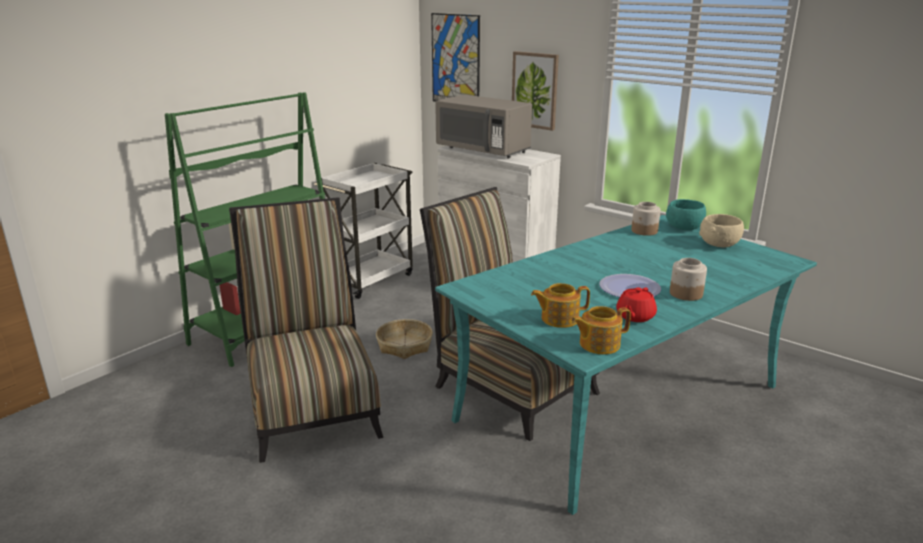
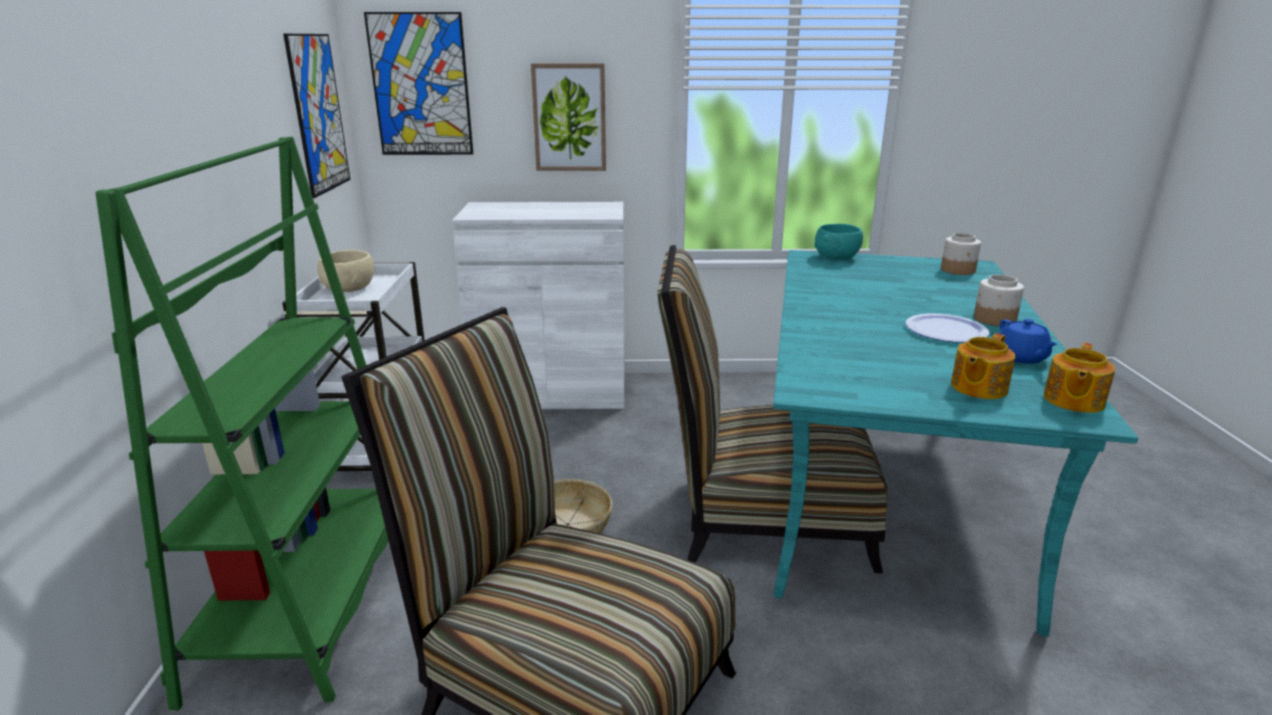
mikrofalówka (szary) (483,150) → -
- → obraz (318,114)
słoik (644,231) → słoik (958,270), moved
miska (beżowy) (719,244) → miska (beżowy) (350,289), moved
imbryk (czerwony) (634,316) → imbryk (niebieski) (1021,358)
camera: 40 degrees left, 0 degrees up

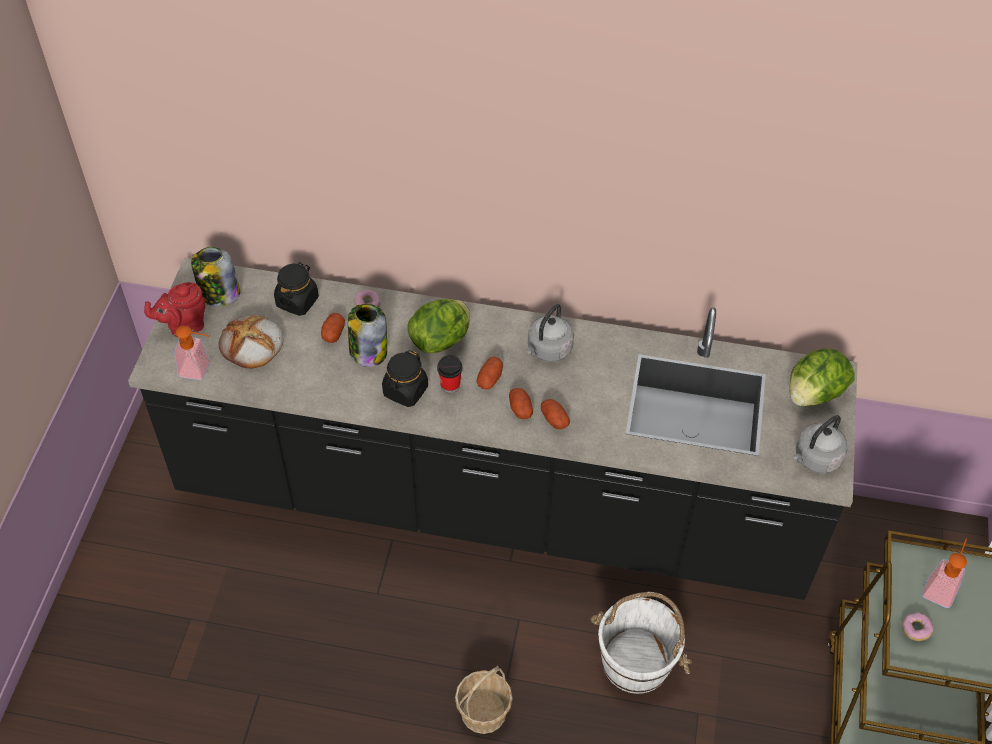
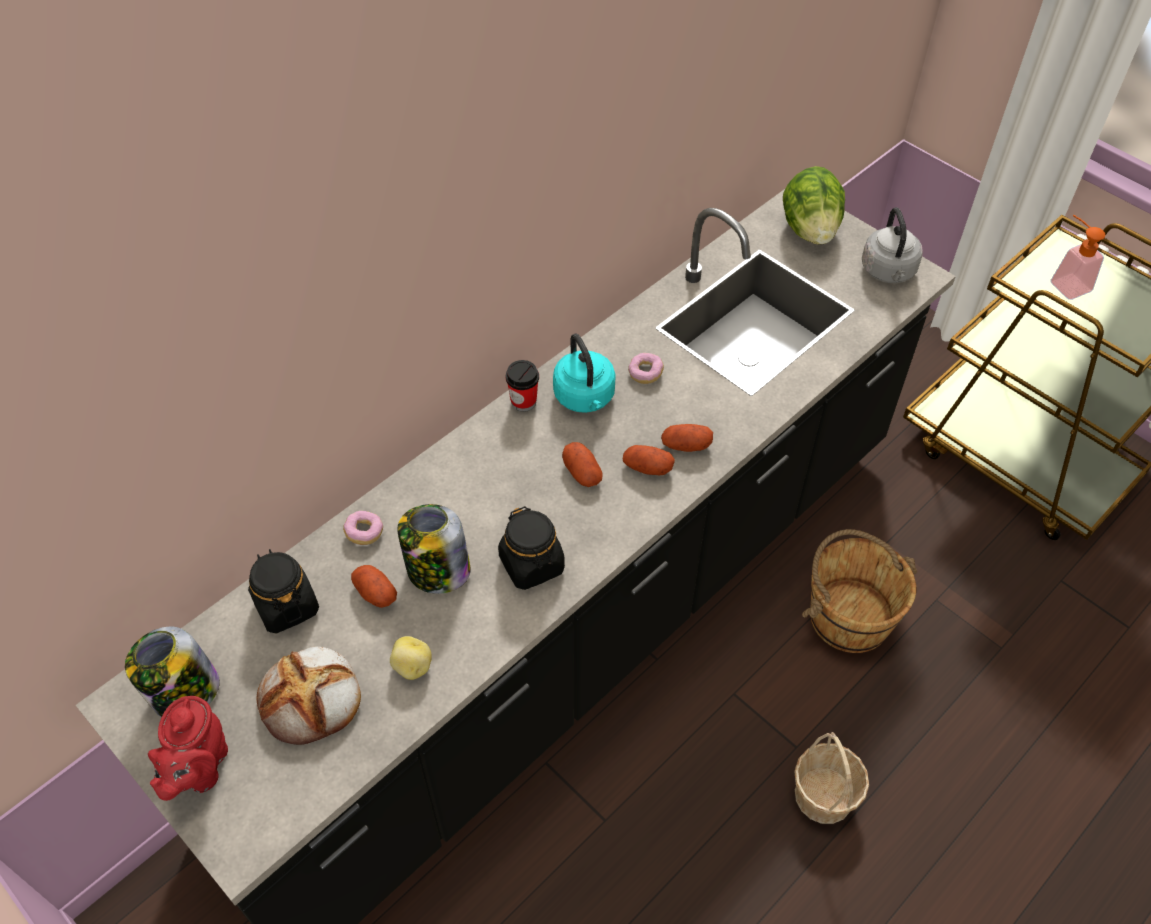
dozownik mydła (200,370) → -
sałata (441,339) → -
- → ziemniak (412,667)
filiżanka (450,385) → filiżanka (523,401), moved
donut (915,630) → donut (645,373), moved
czajnik (szary) (548,350) → czajnik (turkusowy) (585,398)
wiadro (biały) (636,660) → wiadro (brązowy) (849,616)
camera: 55 degrees left, 0 degrees up

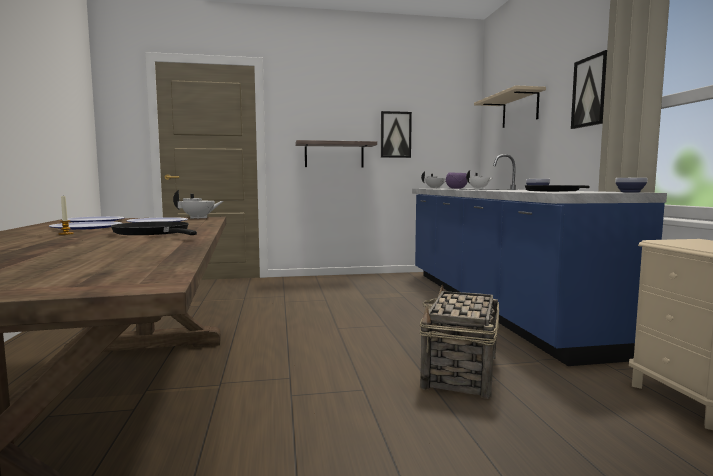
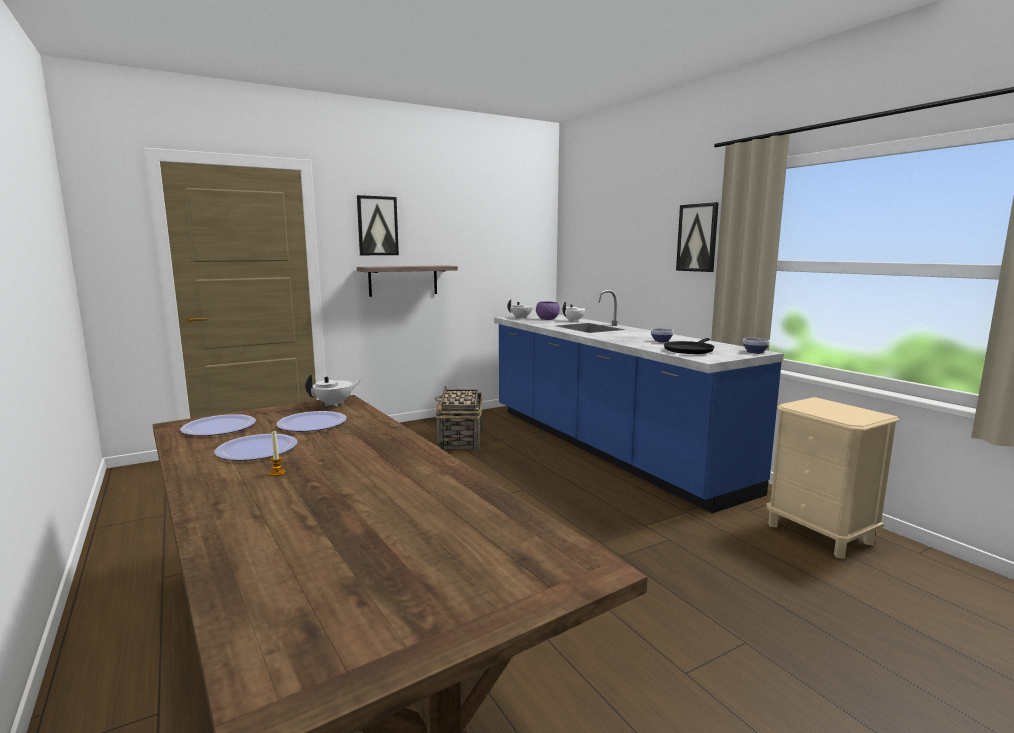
patelnia (czarny) (154,233) → -
półka (beżowy) (520,109) → -
obraz (395,134) → obraz (377,226), moved
koszyk (460,372) → koszyk (460,440), moved
camera: 20 degrees left, 5 degrees up

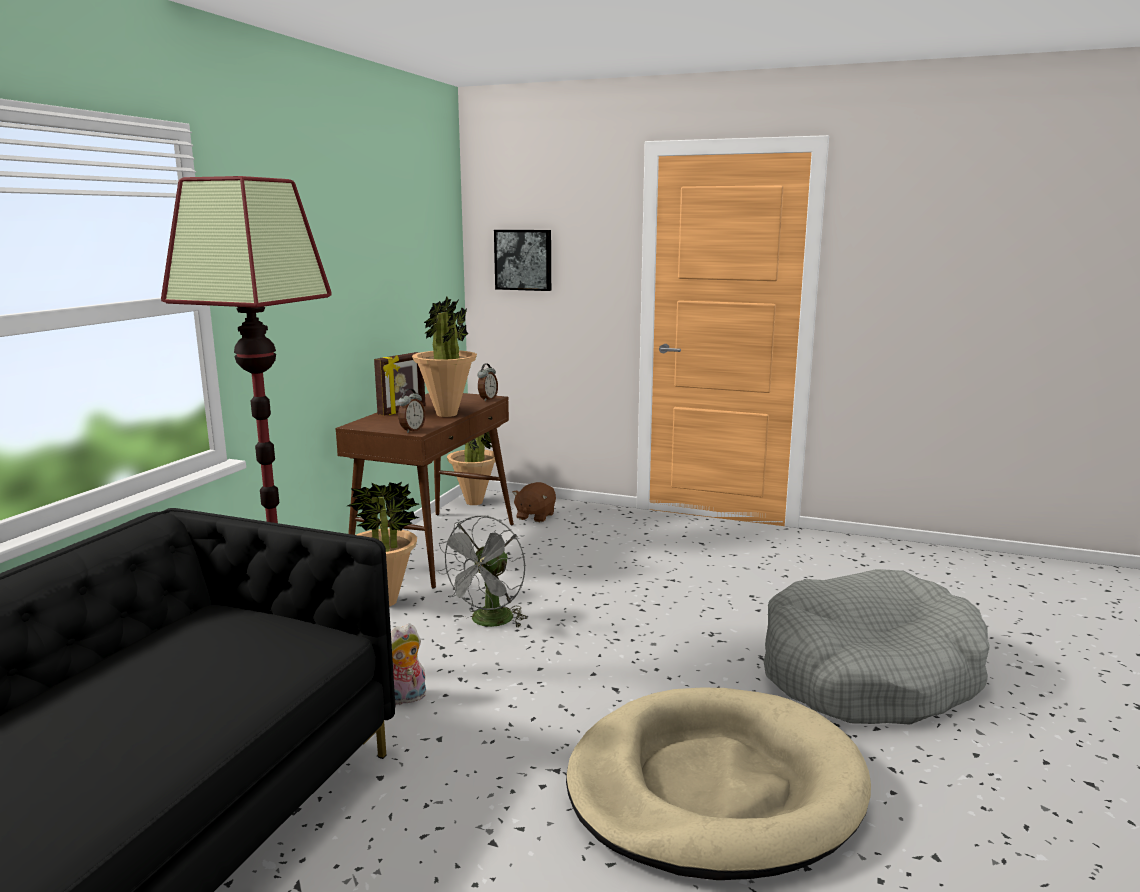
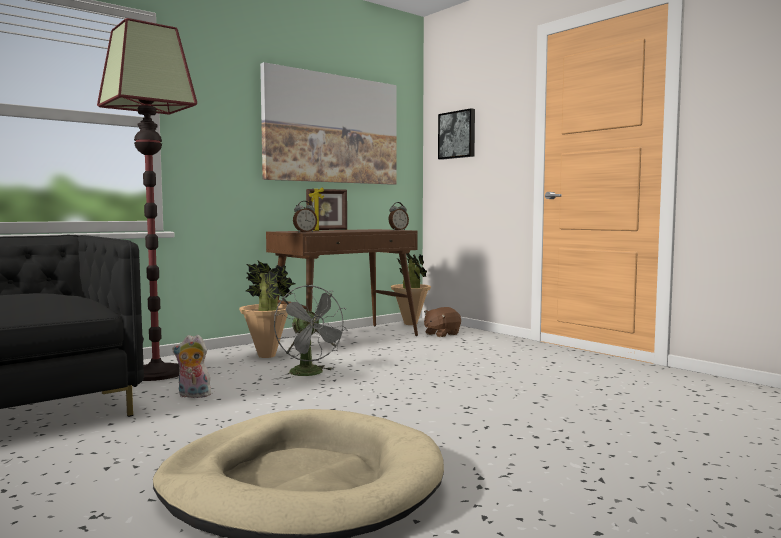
roślina doniczkowa (447,414) → -
legowisko (szary) (867,673) → -
- → obraz (332,129)
wentylator (szary) (488,622) → wentylator (szary) (311,374), 90 degrees counterclockwise
camera: 30 degrees right, 10 degrees down

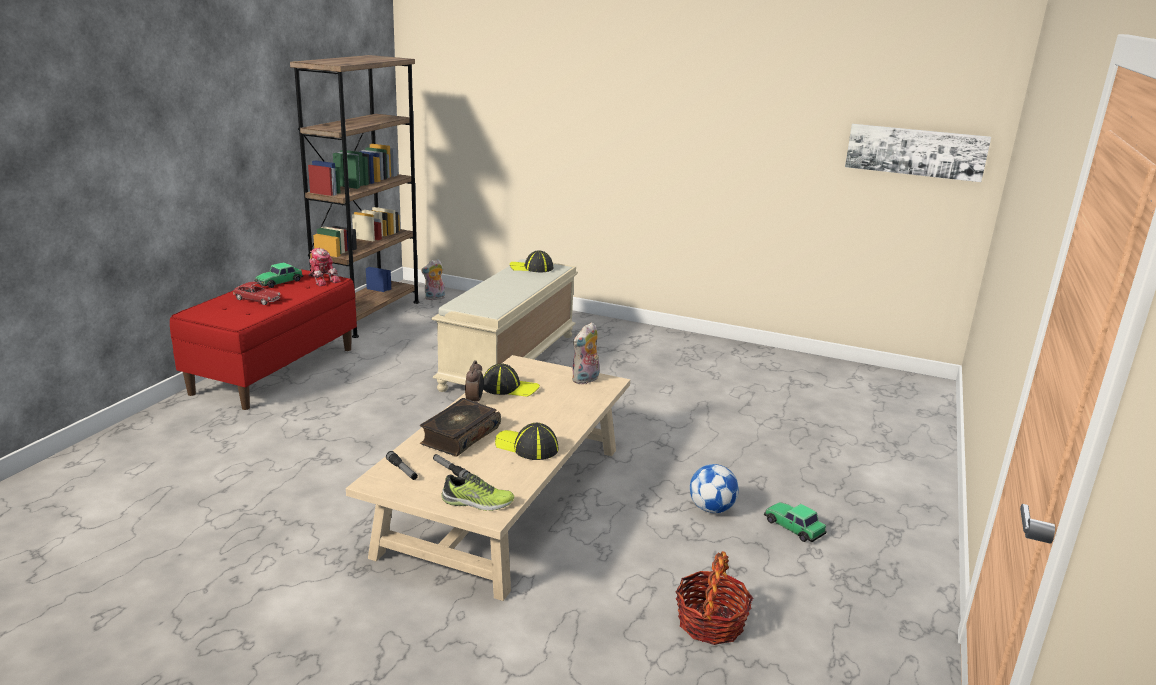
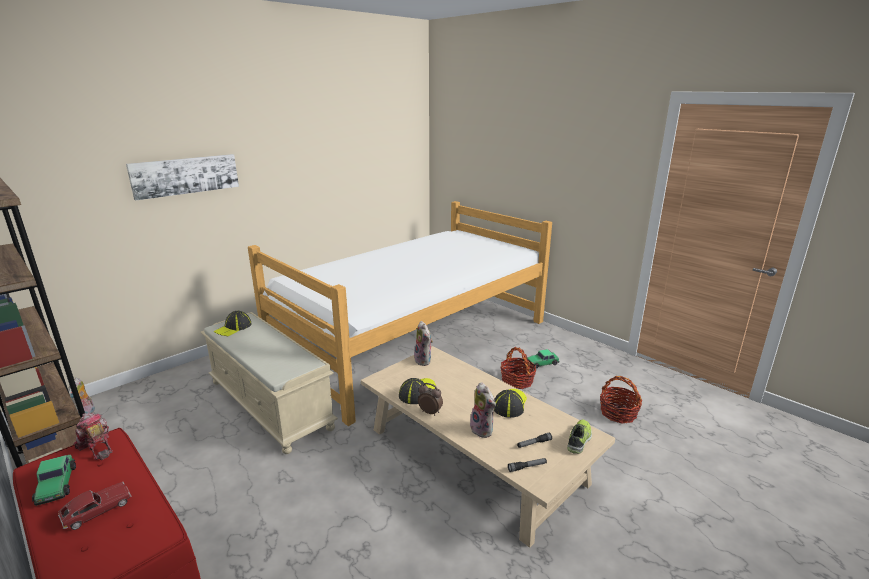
- → łóżko (415,340)
obraz (915,152) → obraz (185,175), moved
książka (459,436) → pluszak (483,430)
piłka futbolowa (711,509) → koszyk (517,381)
robot zabawkowy (322,280) → robot zabawkowy (97,448), 120 degrees counterclockwise
czapka z daszkiem (527,446) → czapka z daszkiem (510,404), 150 degrees clockwise
camera: 65 degrees left, 0 degrees up

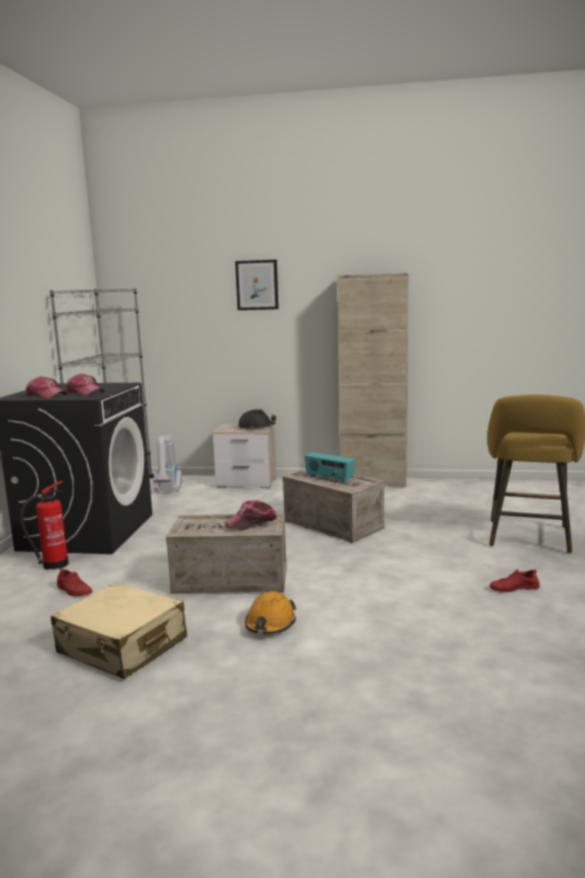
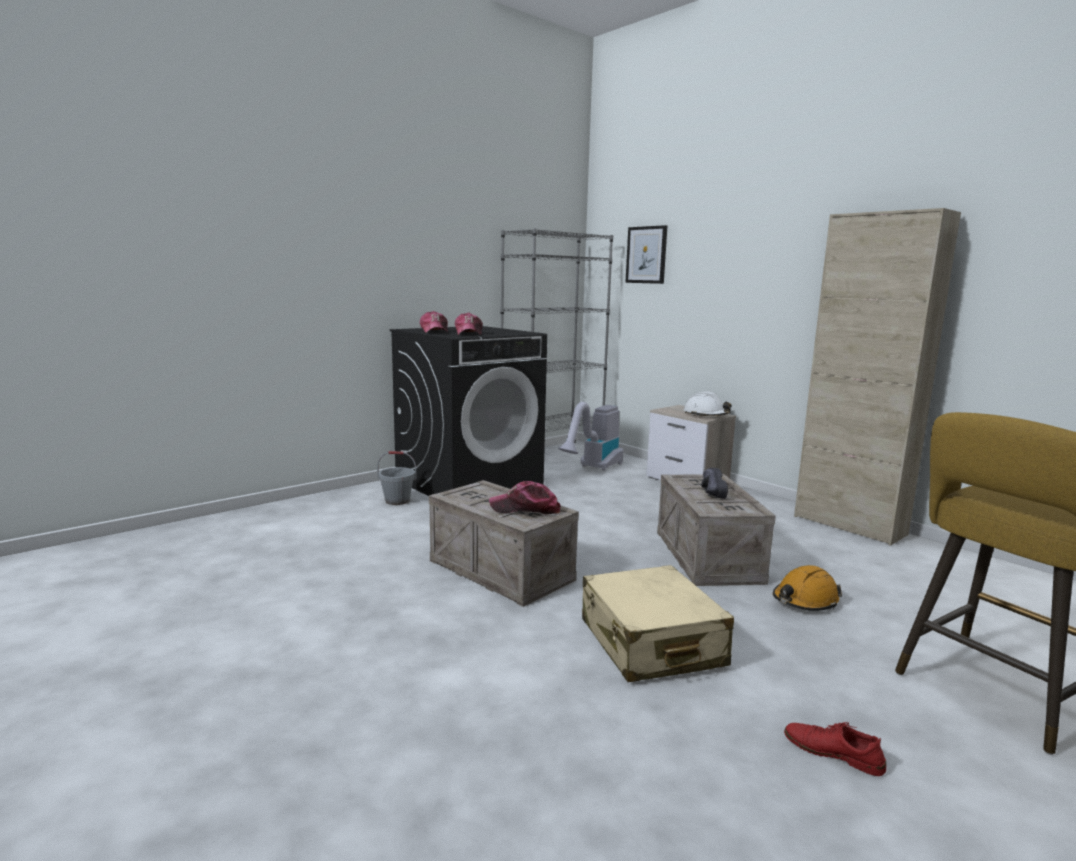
but (czerwony) (74,590) → -
walizka (beżowy) (122,646) → walizka (beżowy) (650,643), moved
obraz (257,285) → obraz (646,255), moved
kask (pomarańczowy) (270,624) → kask (pomarańczowy) (805,601), moved
gaśnica (53,565) → wiadro (szary) (397,501)
radio (329,478) → but (czarny) (709,492)
kask (czarny) (256,428) → kask (biały) (706,415)
camera: 40 degrees right, 0 degrees up

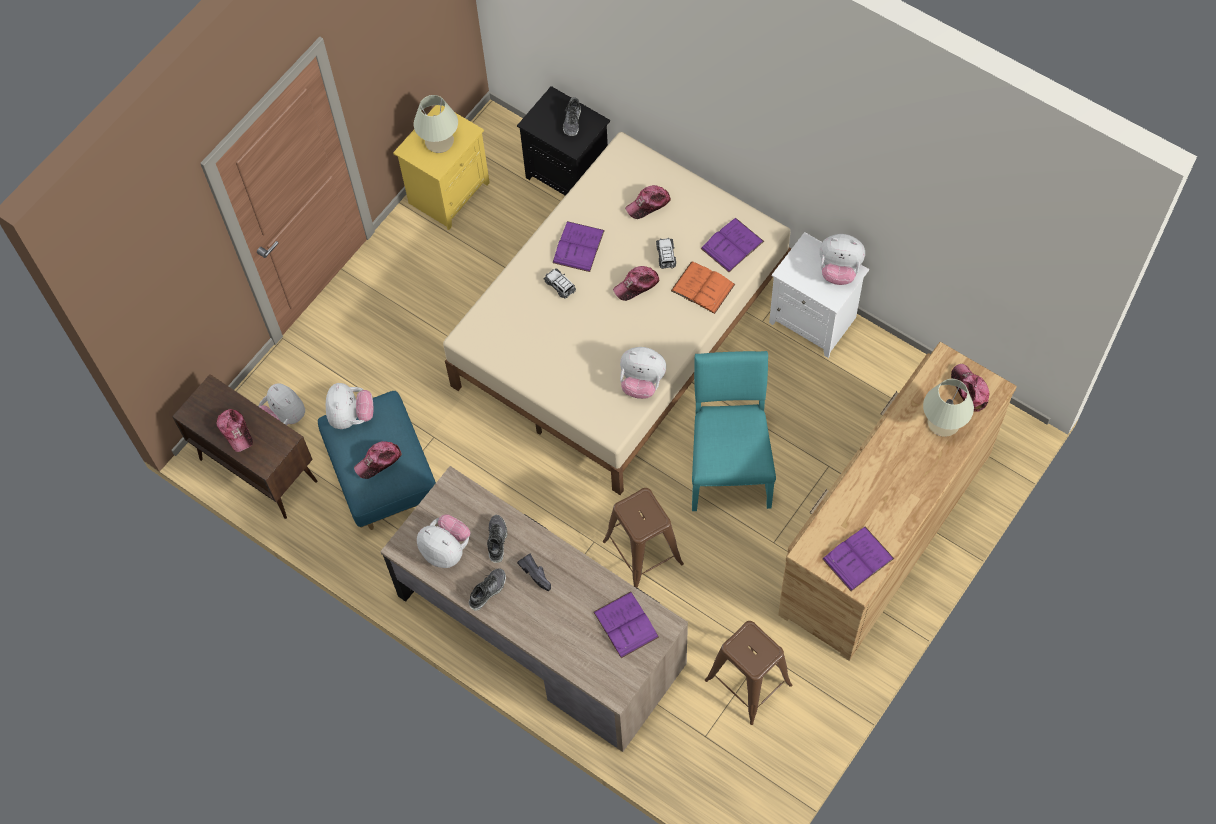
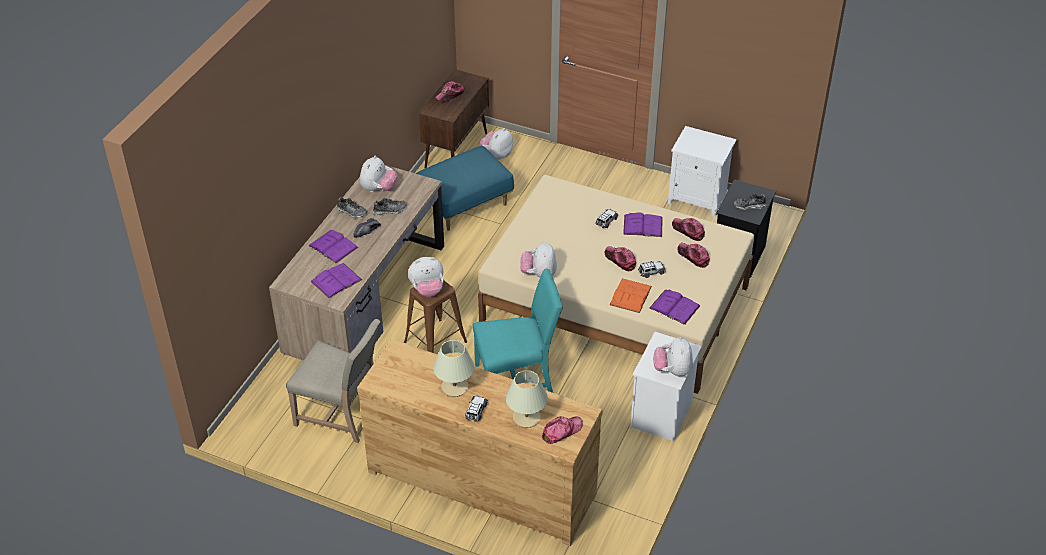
- → samochodzik (476,411)
pluszak (351,416) → pluszak (427,290), moved
czapka z daszkiem (378,461) → czapka z daszkiem (688,231), moved
lampa stołowa (beżowy) (439,141) → lampa stołowa (beżowy) (454,387), moved
książka (fioletowy) (858,558) → książka (fioletowy) (333,246), moved
stołek (brązowy) (748,682) → krzesło (beżowy) (342,414)
szafka nocna (żółty) (448,192) → szafka nocna (biały) (699,198)
camera: 75 degrees right, 20 degrees down

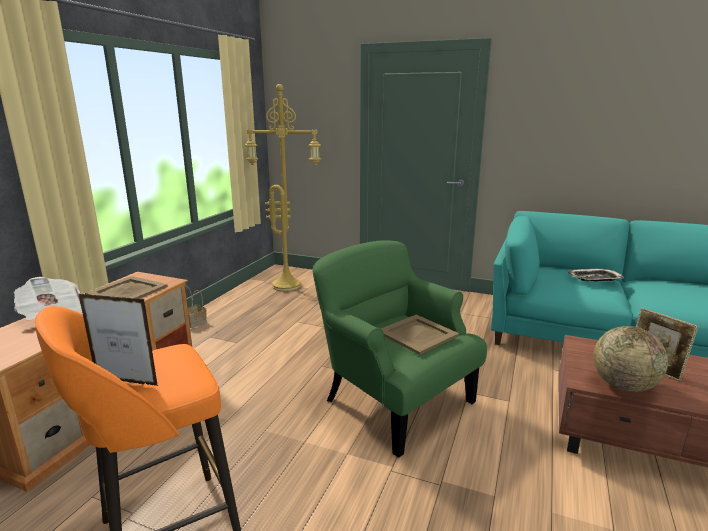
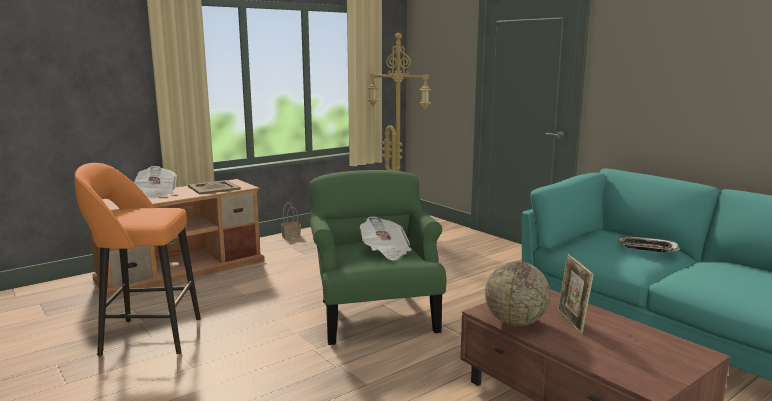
ramka na zdjęcie (126,382) → -
taca (beżowy) (418,334) → gazeta (385,251)
camera: 30 degrees right, 5 degrees down

